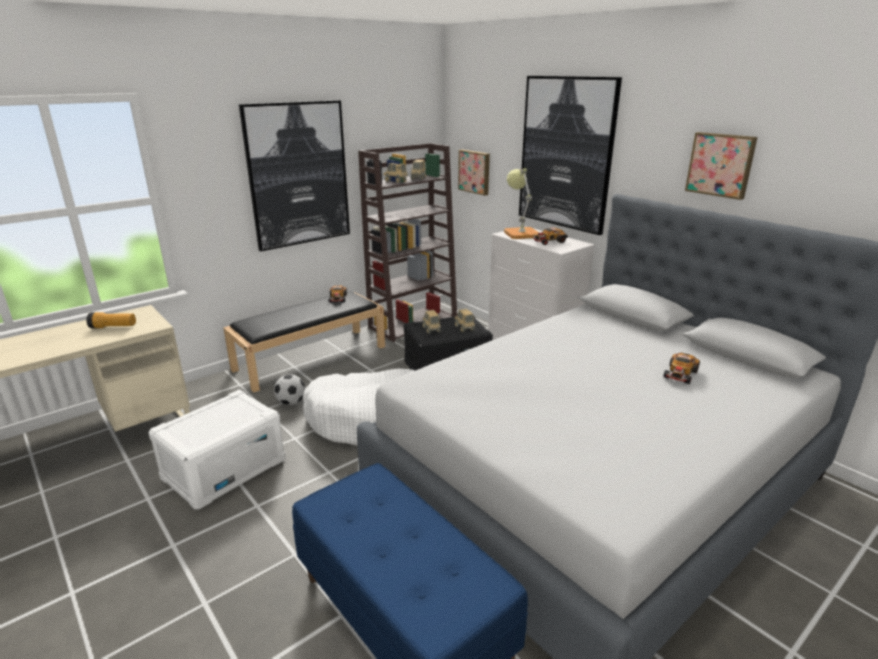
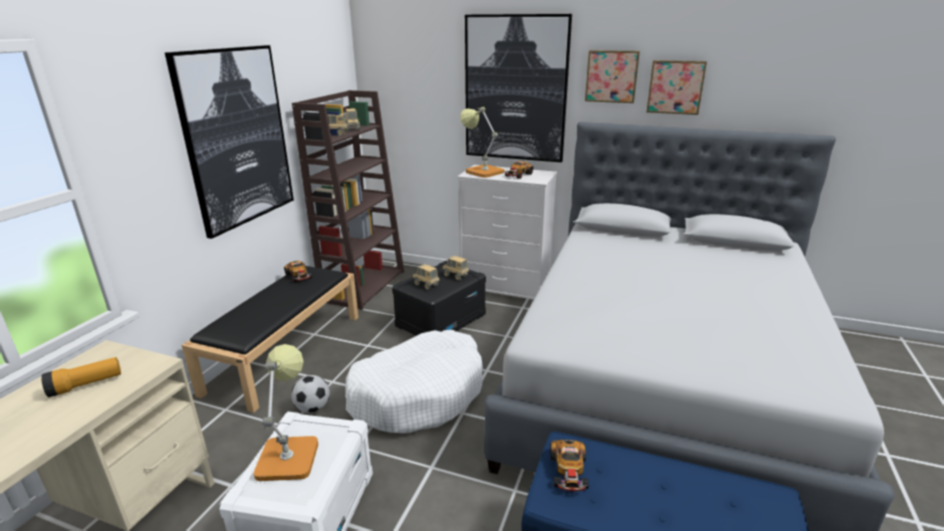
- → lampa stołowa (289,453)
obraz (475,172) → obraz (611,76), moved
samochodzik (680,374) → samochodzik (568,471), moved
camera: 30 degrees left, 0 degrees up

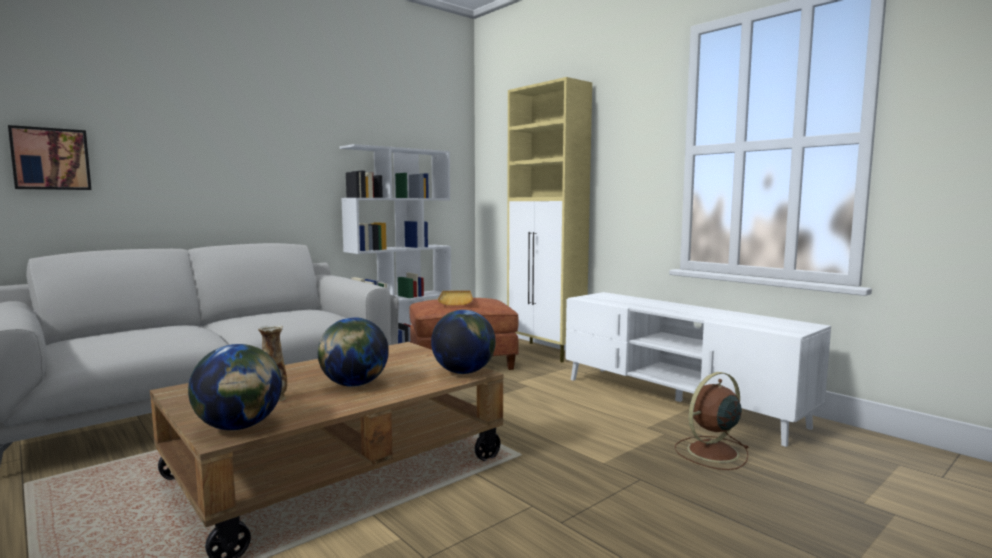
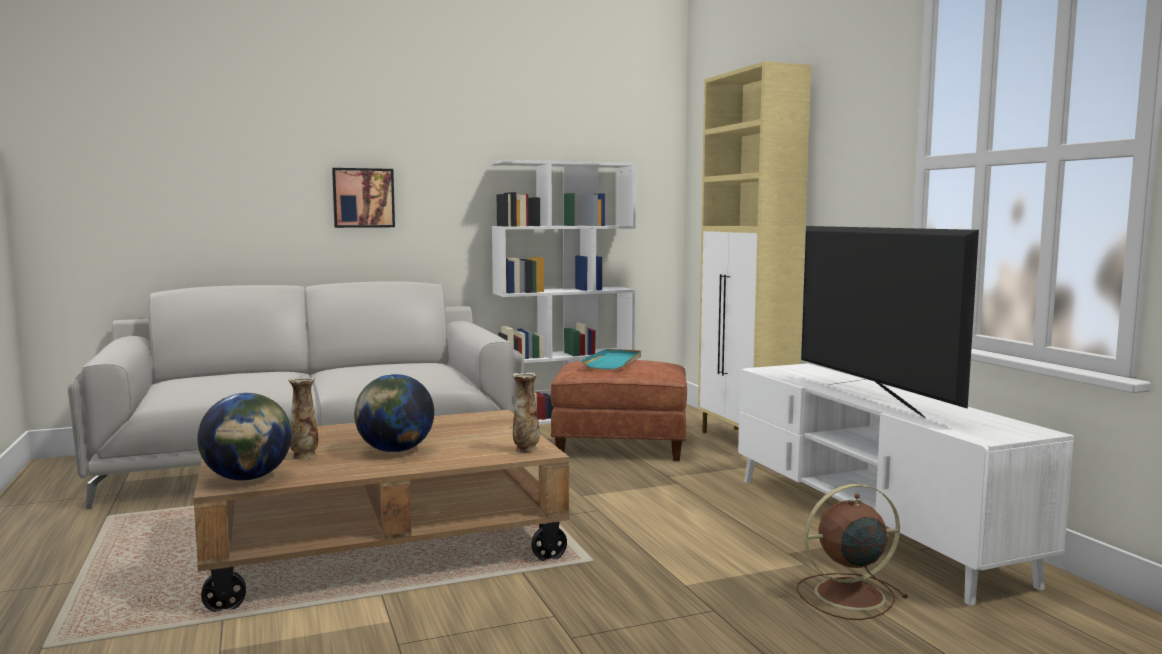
- → telewizor (873,400)
obraz (51,159) → obraz (363,198), moved
globus (463,372) → wazon (526,450)
taca (beżowy) (456,300) → taca (turkusowy) (614,362)
camera: 20 degrees right, 0 degrees up

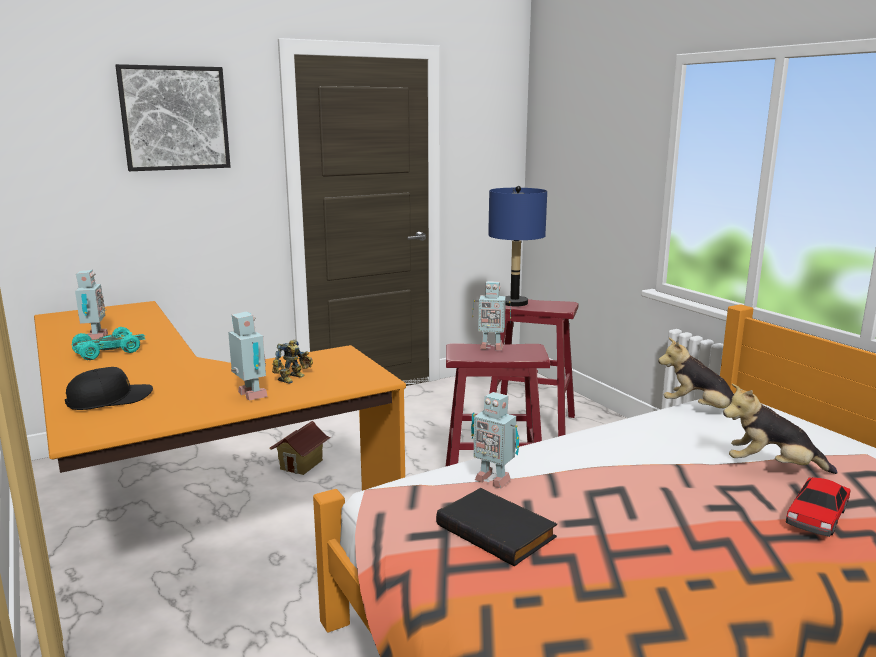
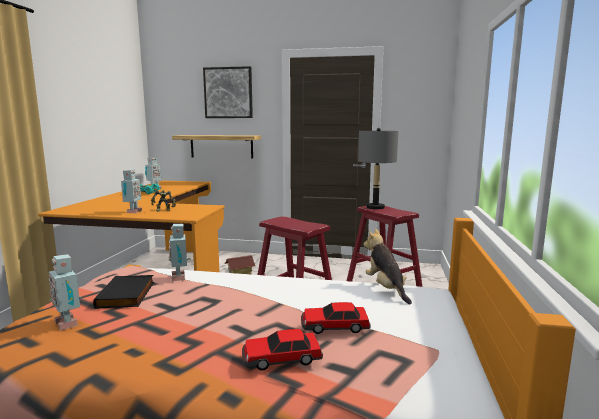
czapka z daszkiem (czarny) (110,399) → -
- → półka (221,146)
robot zabawkowy (490,347) → robot zabawkowy (68,323), moved
pluszak (771,467) → samochodzik (334,326)
lampa stołowa (niebieski) (514,303) → lampa stołowa (szary) (375,207)
camera: 40 degrees right, 5 degrees down

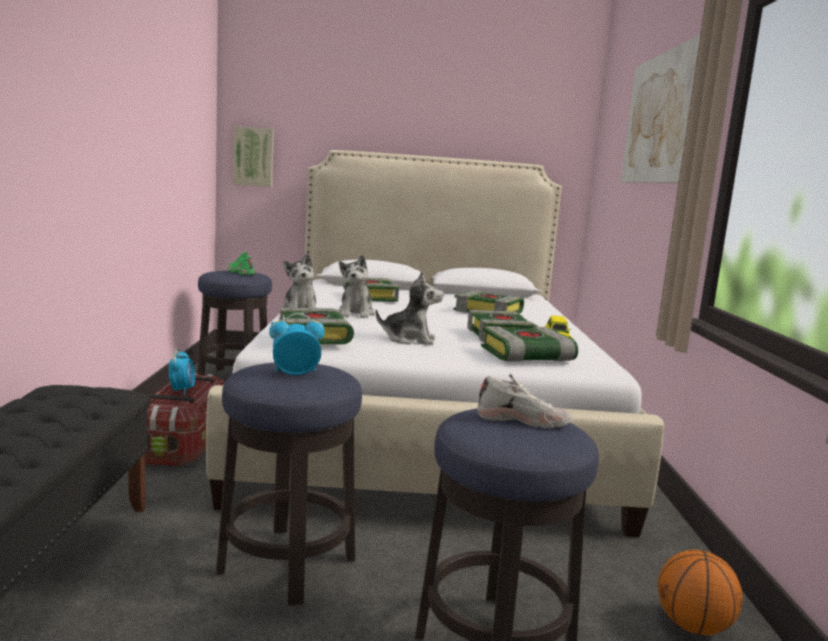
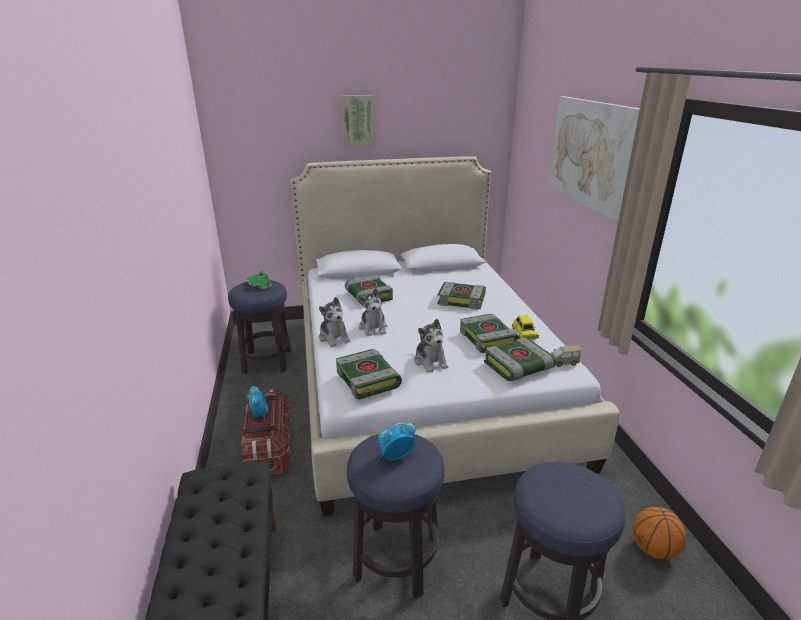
but (biały) (522,420) → -
- → samochodzik (563,362)
obraz (253,157) → obraz (358,121), moved
pluszak (409,339) → pluszak (430,361), 75 degrees clockwise
camera: 10 degrees left, 15 degrees up

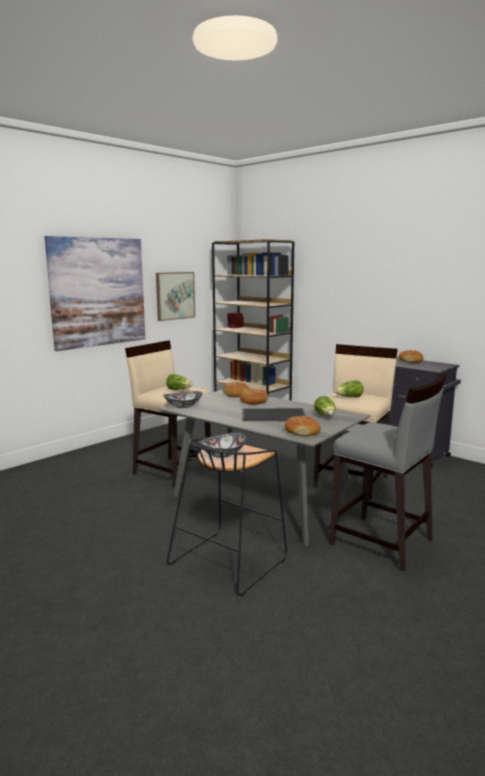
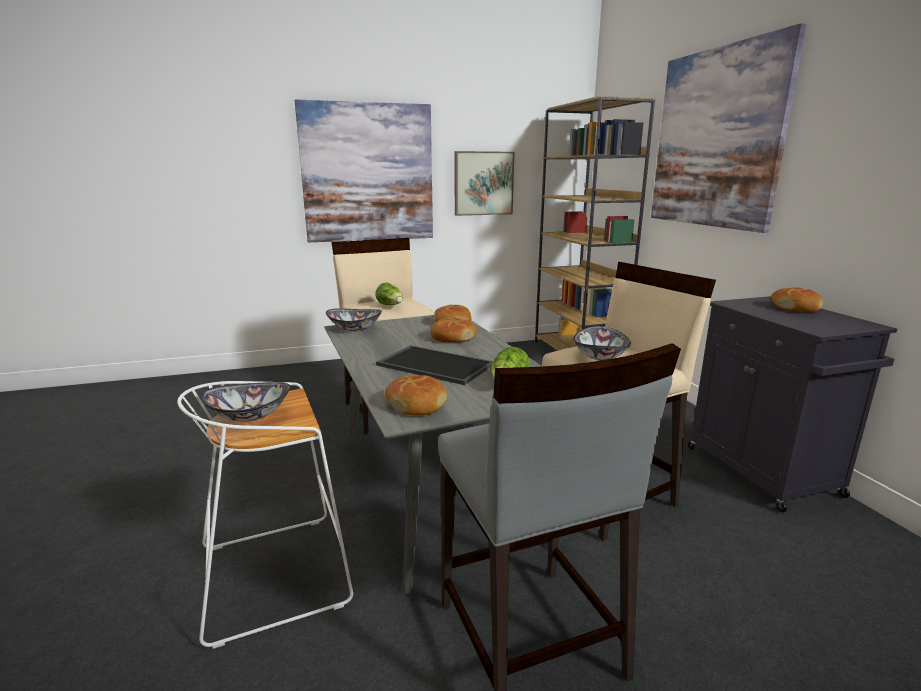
- → obraz (716,139)
sałata (349,397) → miska (601,356)
stołek (czarny) (228,560) → stołek (biały) (278,573)
camera: 30 degrees right, 5 degrees up

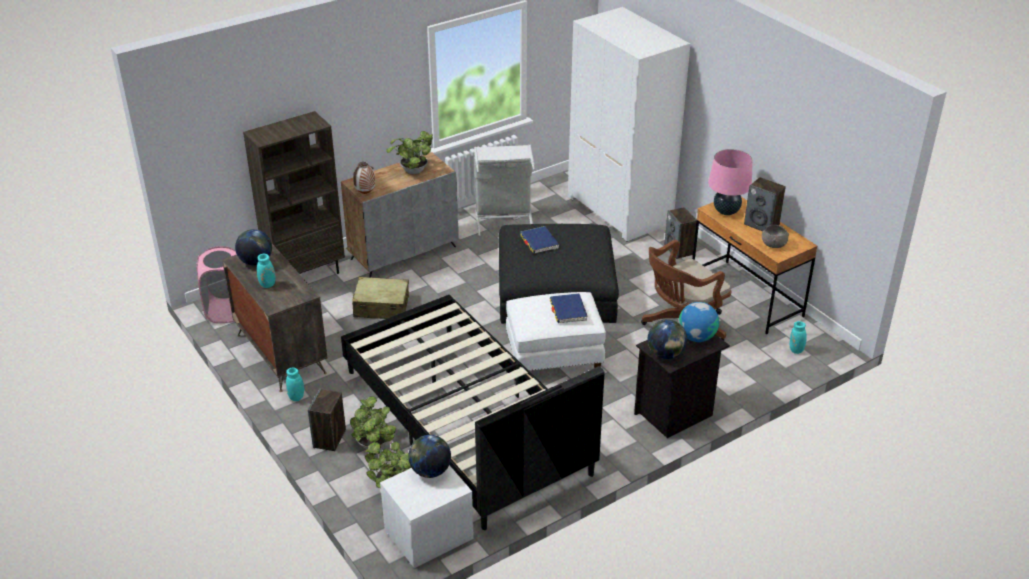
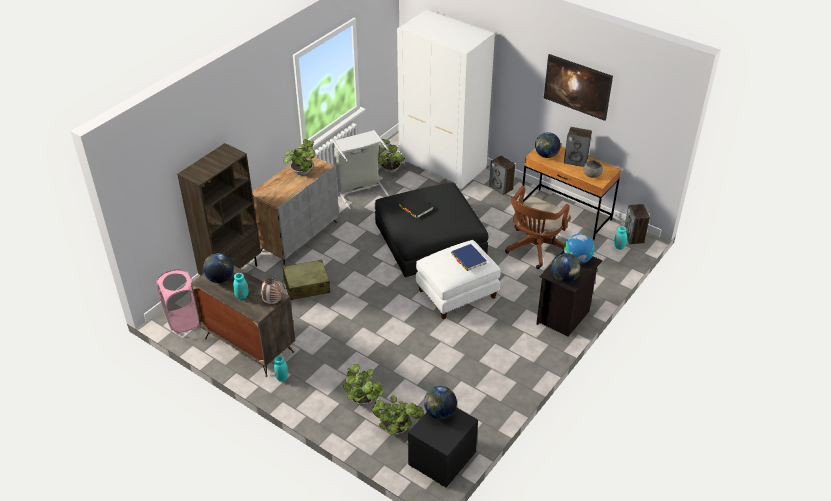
łóżko (czarny) (465,421) → -
- → roślina doniczkowa (389,169)
- → obraz (576,97)
głośnik (329,439) → głośnik (634,237), moved
wazon (365,193) → wazon (272,303), moved
lampa stołowa (różowy) (726,211) → globus (546,155)
szafka nocna (biały) (428,535) → szafka nocna (czarny) (442,459)
książka (niebieski) (539,242) → książka (czarny) (415,207)
camera: 20 degrees left, 5 degrees up

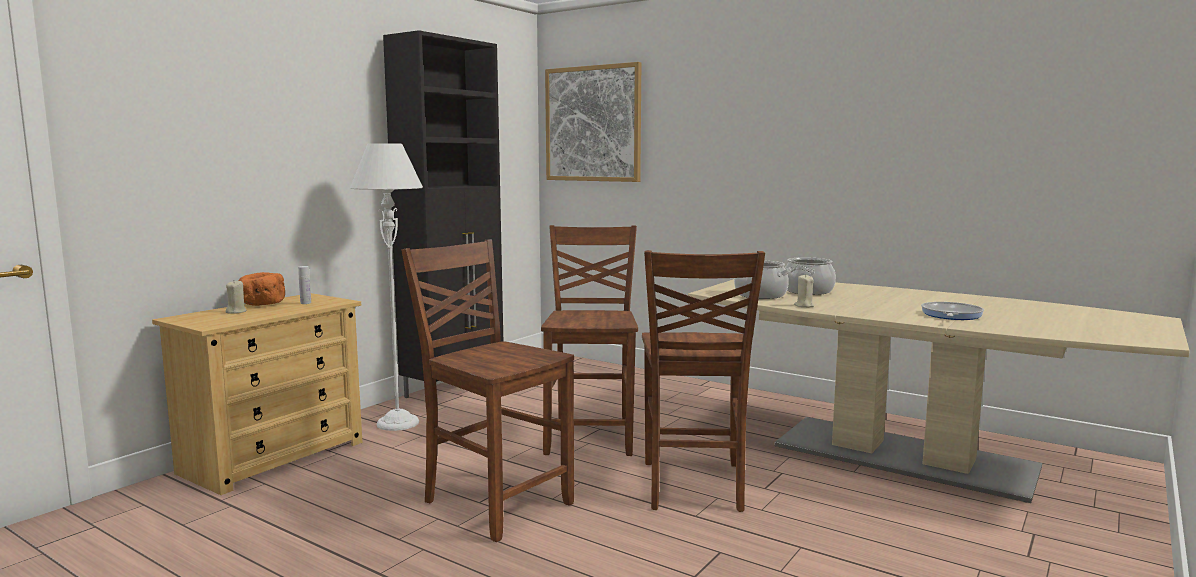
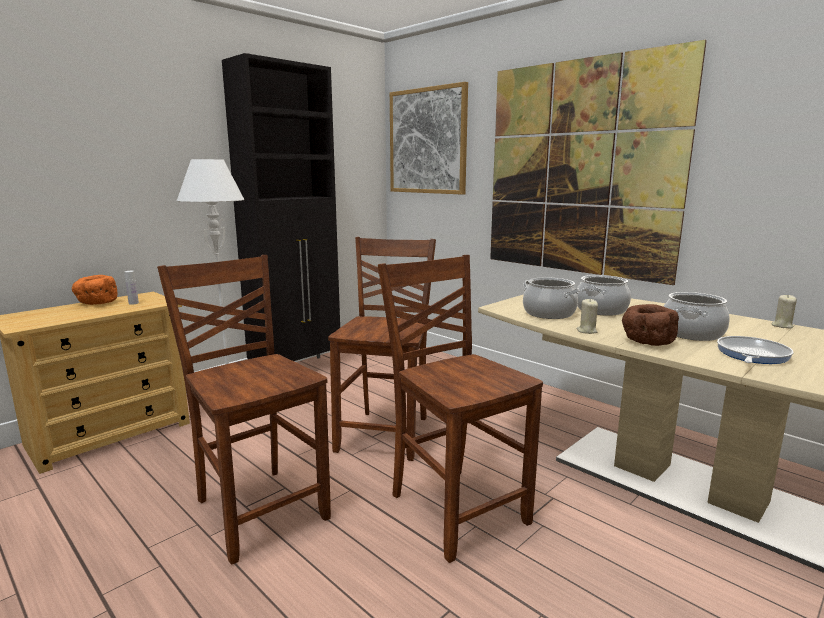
- → obraz (579,169)
- → miska (brązowy) (646,342)
- → garnek (691,333)
świeca (beżowy) (236,312) → świeca (beżowy) (782,326), moved
krzesło (brązowy) (693,487) → krzesło (brązowy) (455,508), 135 degrees clockwise
camera: 10 degrees right, 5 degrees up

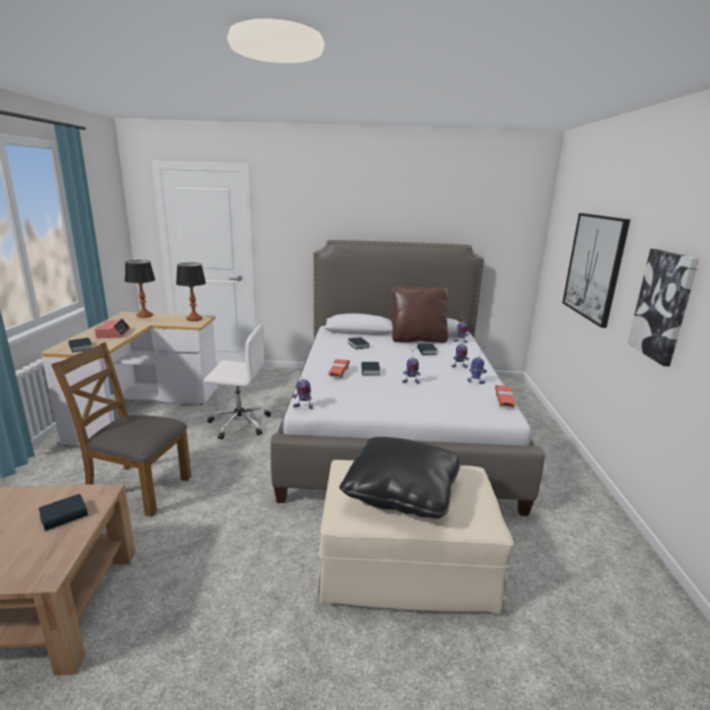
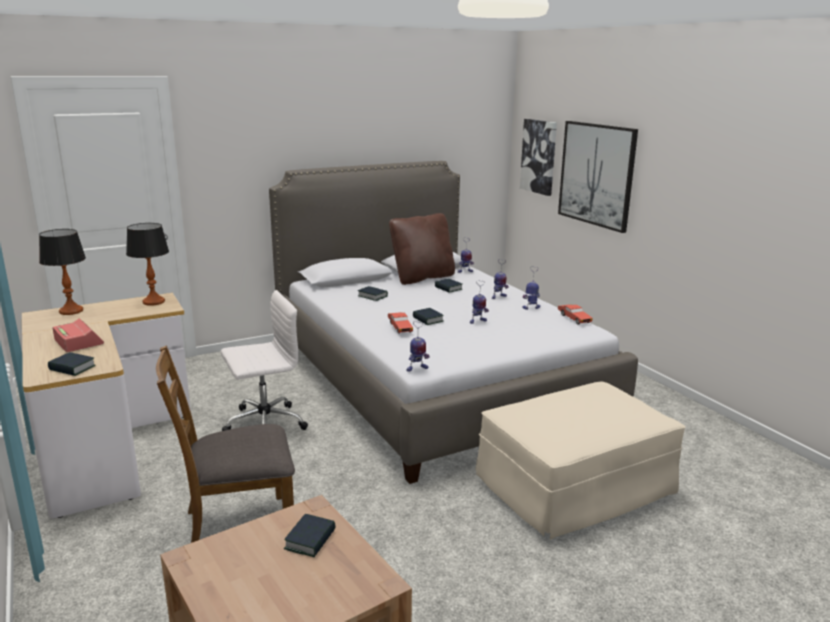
poduszka (czarny) (401,491) → -
obraz (663,305) → obraz (539,156), moved
camera: 30 degrees left, 0 degrees up

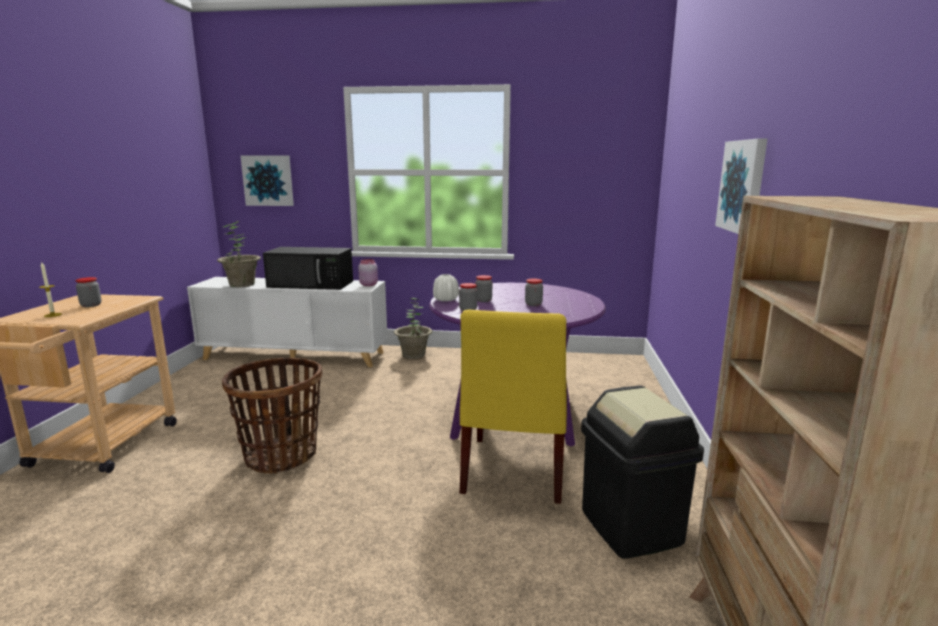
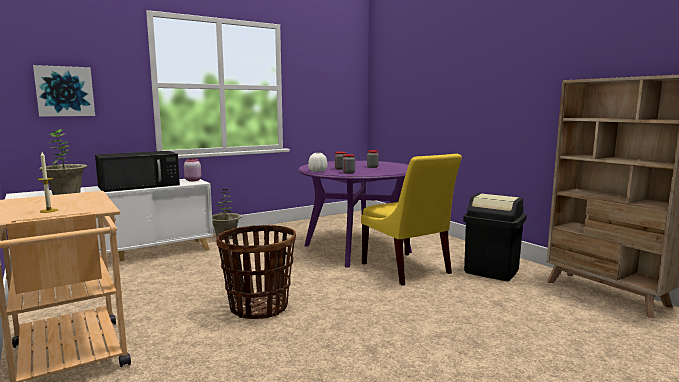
słoik (91,305) → -
obraz (743,186) → -
camera: 40 degrees left, 5 degrees down

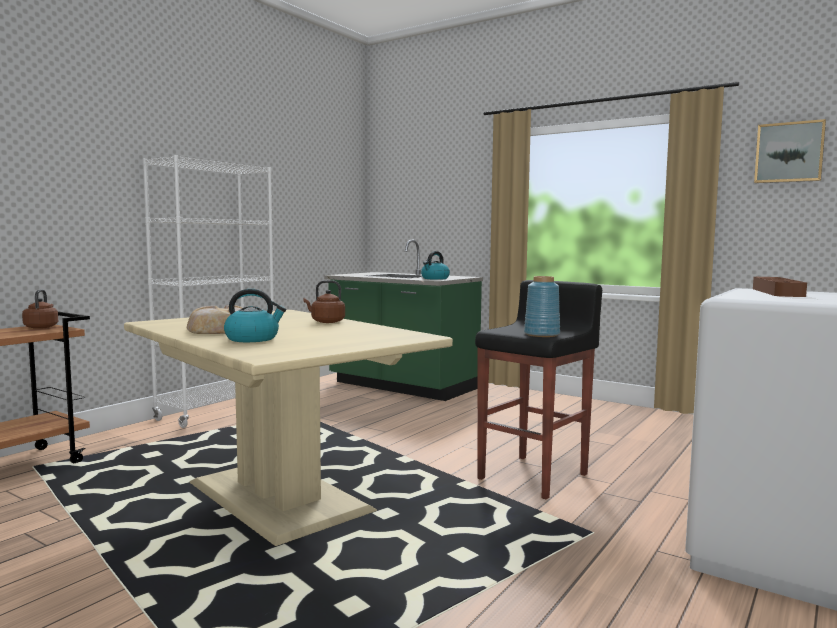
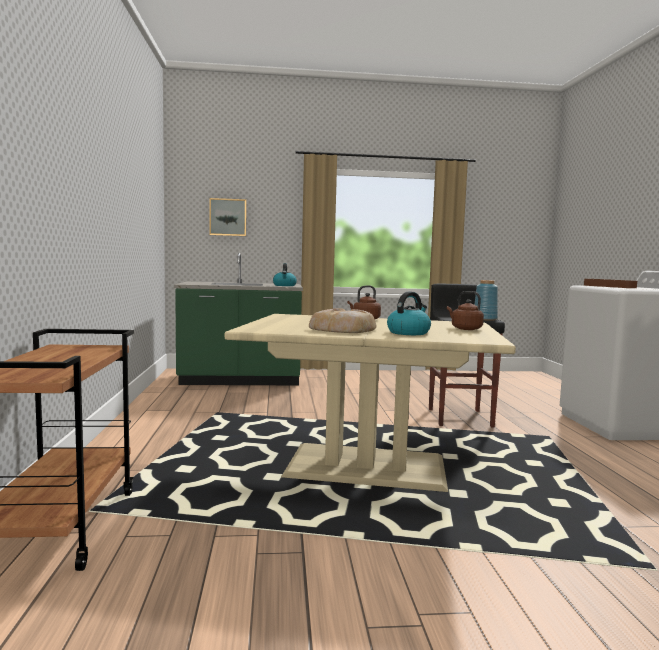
regał (biały) (218,411) → -
czajnik (brązowy) (42,327) → czajnik (brązowy) (465,329), moved
obraz (789,152) → obraz (228,217), moved
camera: 40 degrees left, 0 degrees up

